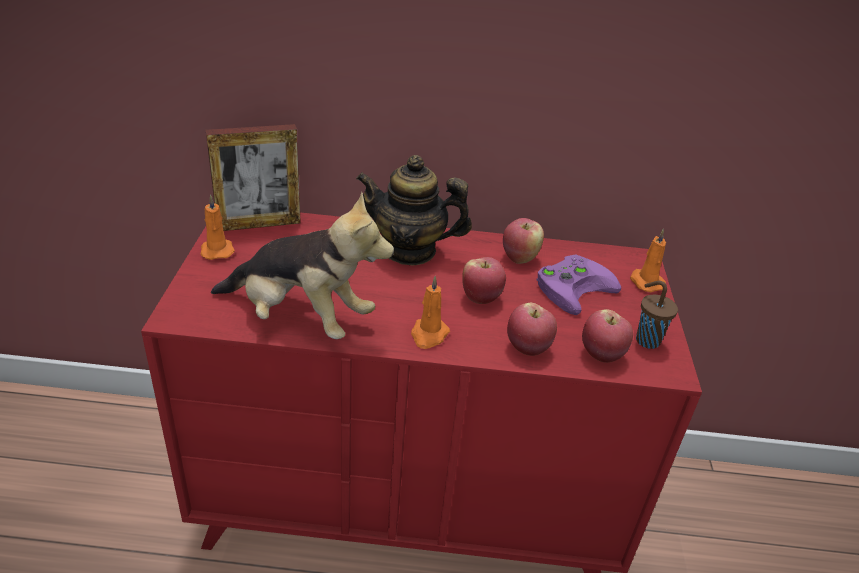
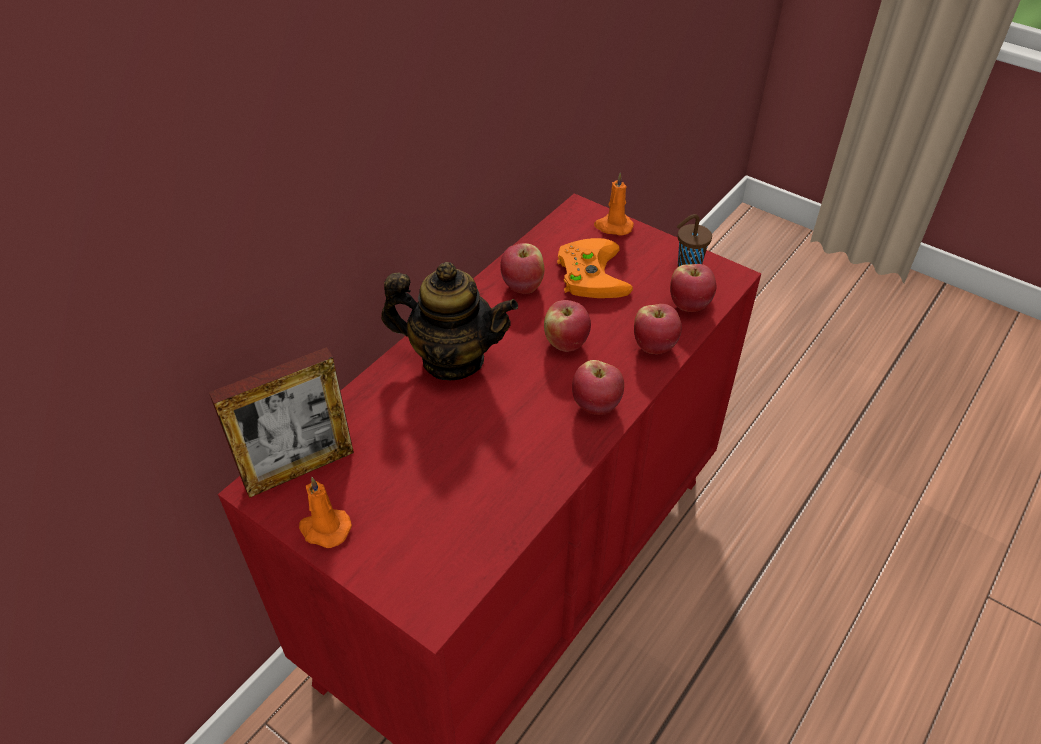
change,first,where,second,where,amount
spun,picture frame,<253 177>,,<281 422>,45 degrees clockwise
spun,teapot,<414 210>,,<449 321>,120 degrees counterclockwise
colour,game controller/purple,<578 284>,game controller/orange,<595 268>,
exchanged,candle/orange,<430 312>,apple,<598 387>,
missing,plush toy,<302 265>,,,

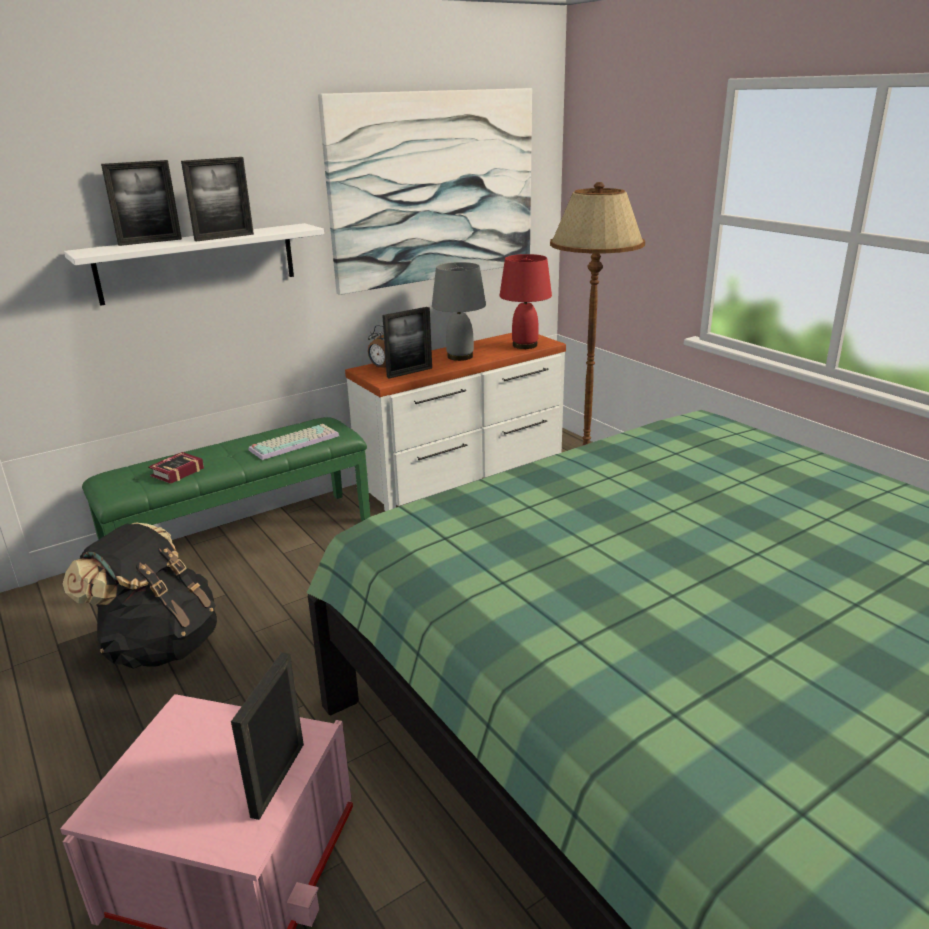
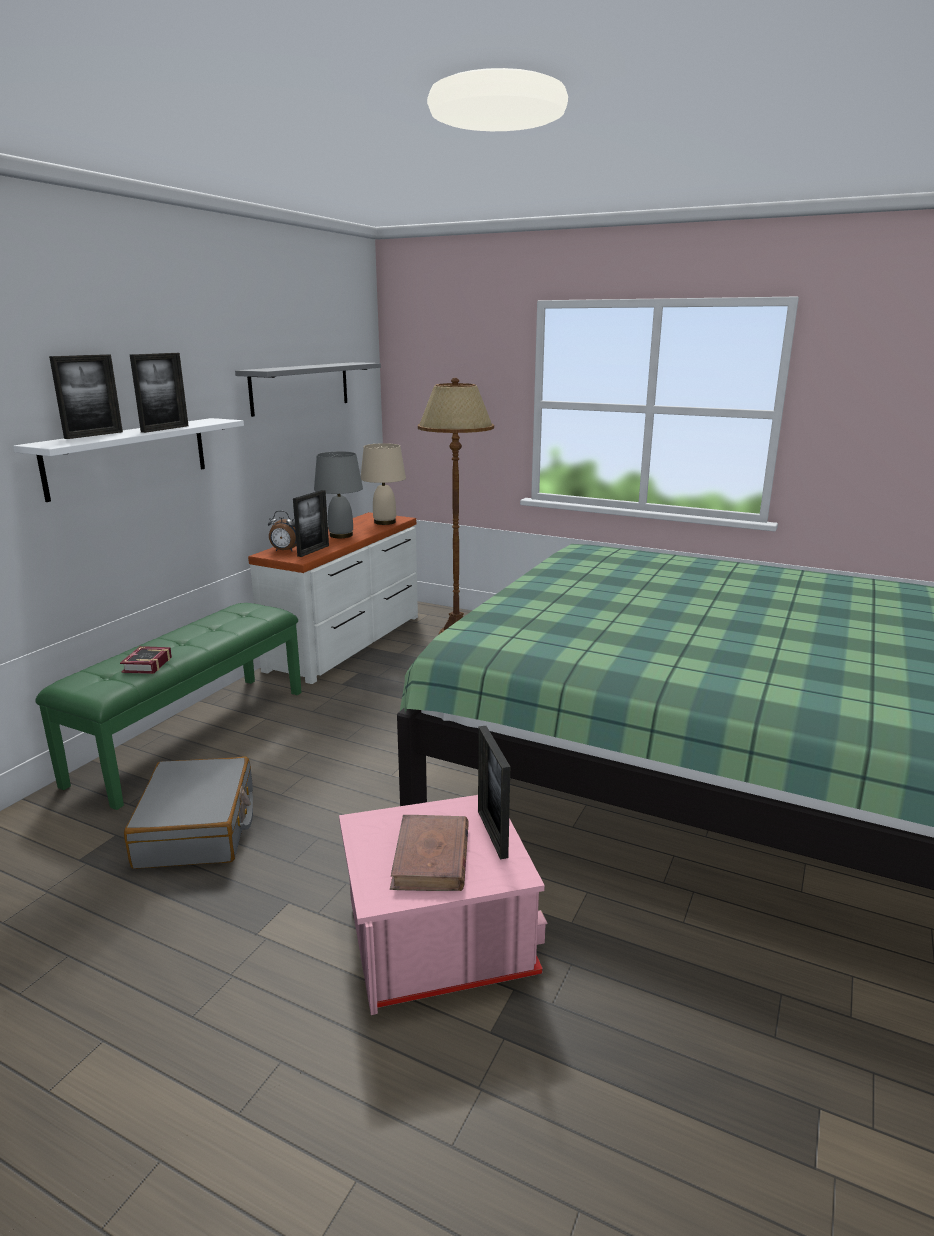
change,first,where,second,where,amount
exchanged,backpack/black,<140 596>,suitcase/grey,<188 812>,
exchanged,picture,<425 191>,shelf/grey,<308 389>,
colour,table lamp/red,<525 301>,table lamp/beige,<383 484>,
appeared,,,book/brown,<429 853>,
missing,keyboard,<294 442>,,,

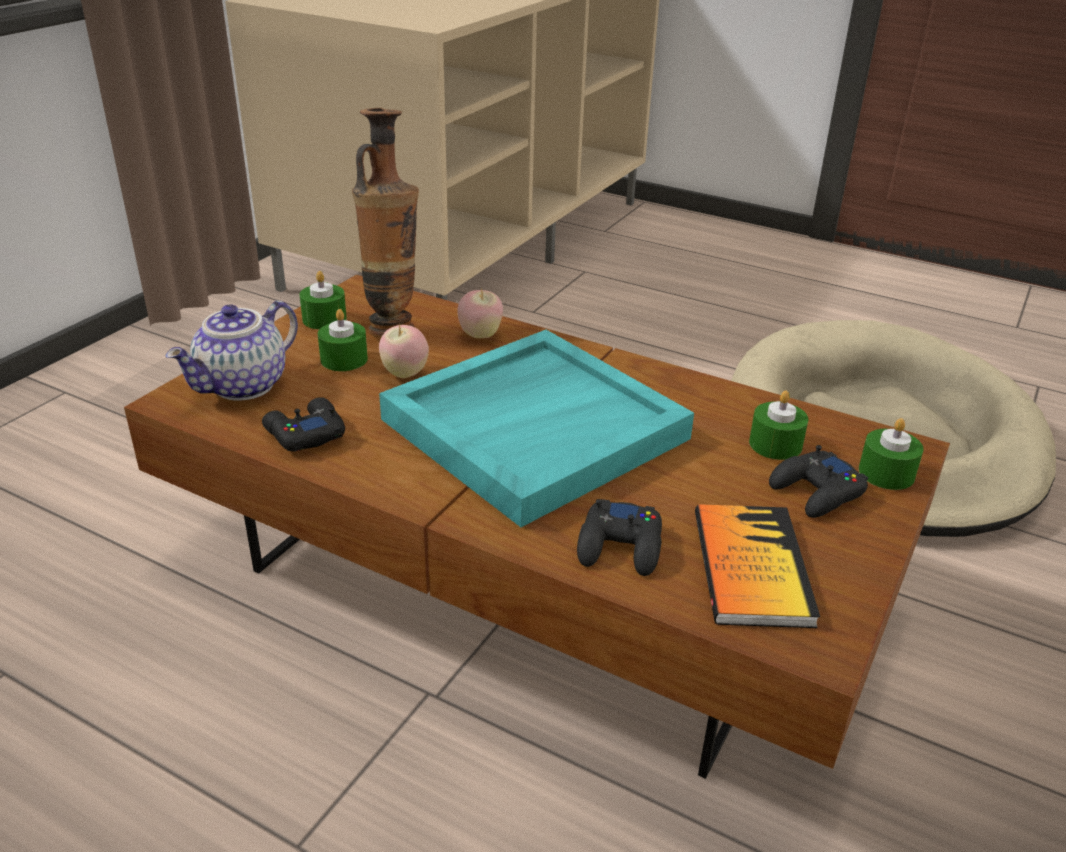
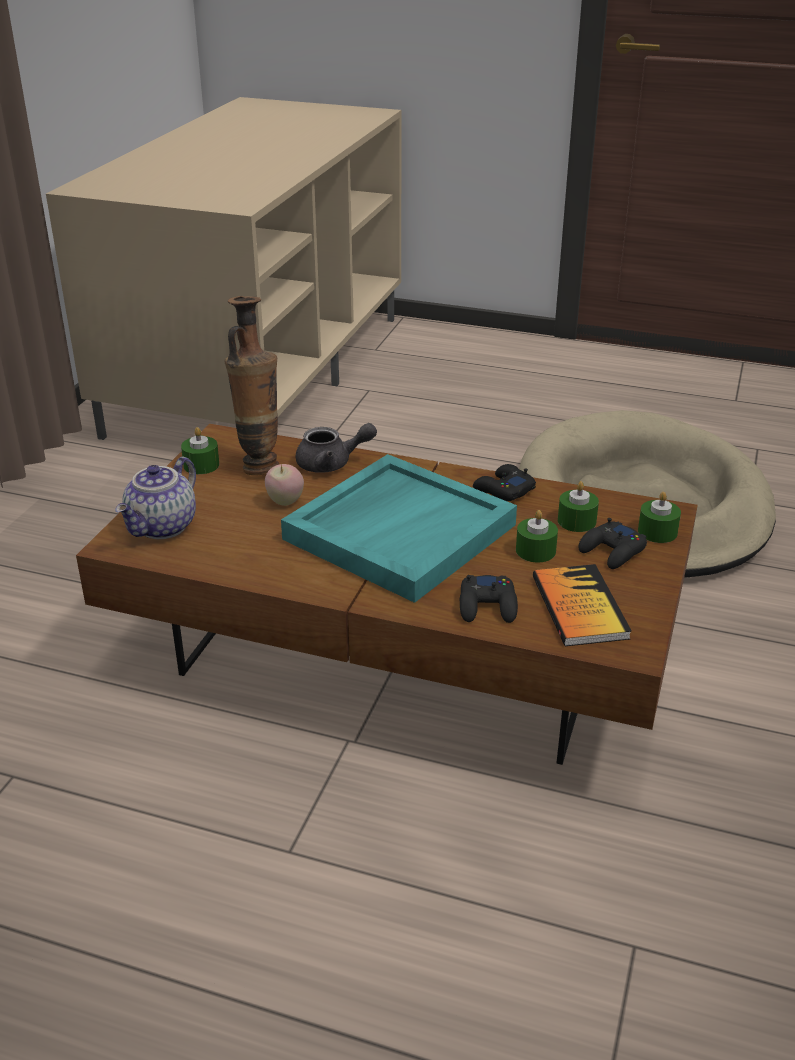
change,first,where,second,where,amount
exchanged,apple,<480 313>,teapot/grey,<336 448>,
relocated,game controller/black,<303 424>,,<504 482>,
relocated,candle/green,<343 340>,,<537 536>,

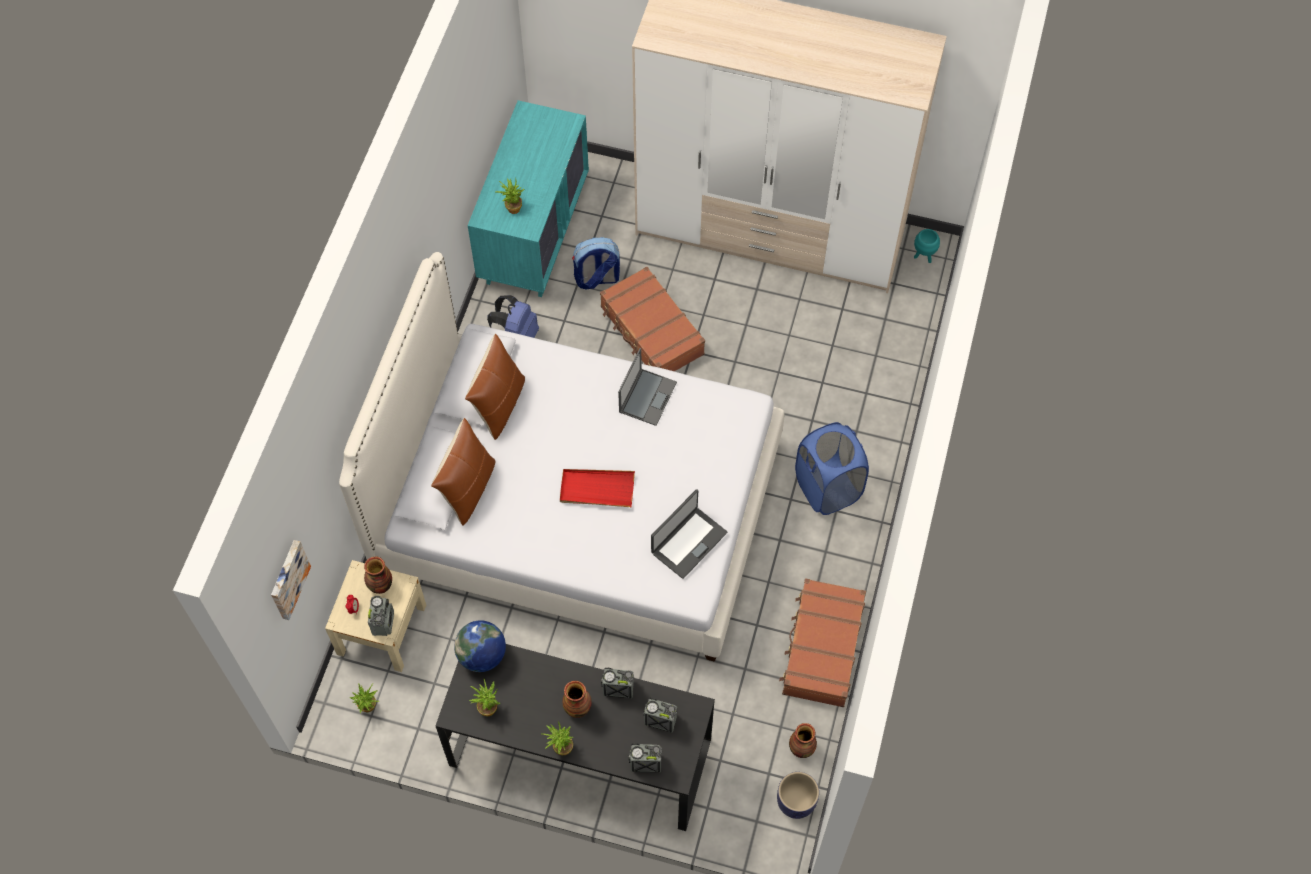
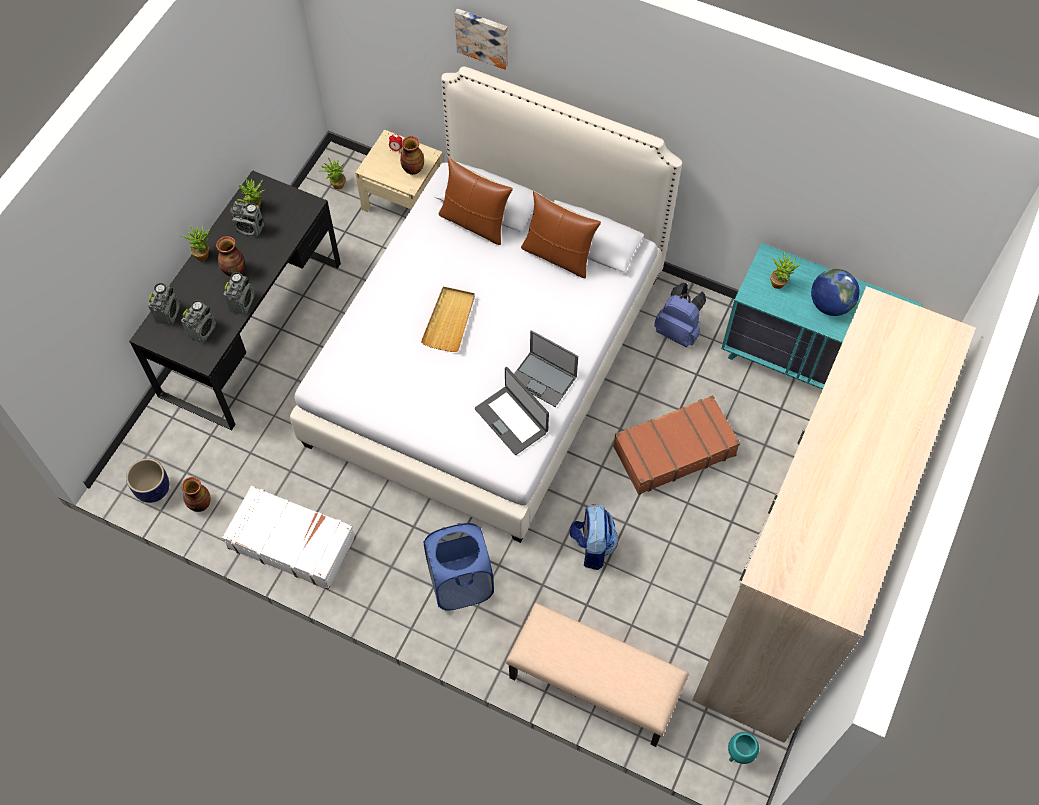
change,first,where,second,where,amount
colour,suitcase/brown,<822 642>,suitcase/white,<288 537>,
relocated,radio,<381 616>,,<247 218>,
colour,tray/red,<597 488>,tray/beige,<448 319>,
relocated,picture,<291 580>,,<481 39>,
relocated,laptop,<689 534>,,<512 411>,
appeared,,,bench/beige,<597 675>,
relocated,backpack,<596 263>,,<594 537>,
relocated,globe,<480 646>,,<835 292>,

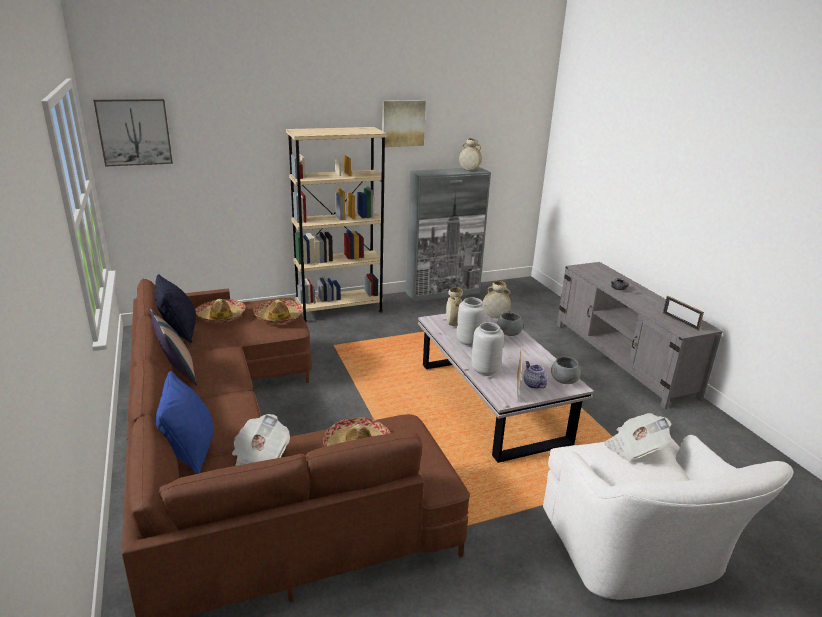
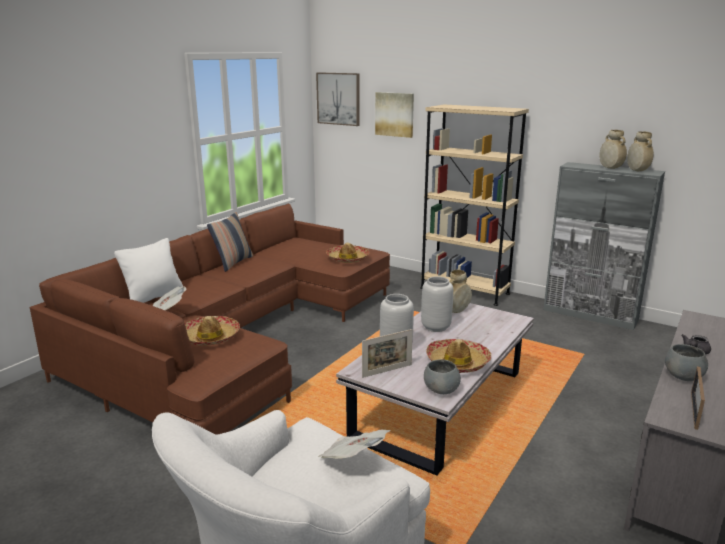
change,first,where,second,where,amount
colour,pillow/blue,<184 422>,pillow/white,<148 270>,
relocated,picture,<404 123>,,<394 115>,
relocated,hat,<220 311>,,<458 356>,
relocated,vase/beige,<497 299>,,<613 149>,
relocated,bowl/grey,<510 324>,,<686 362>,
missing,pillow/black,<175 308>,,,
missing,teapot,<535 375>,,,

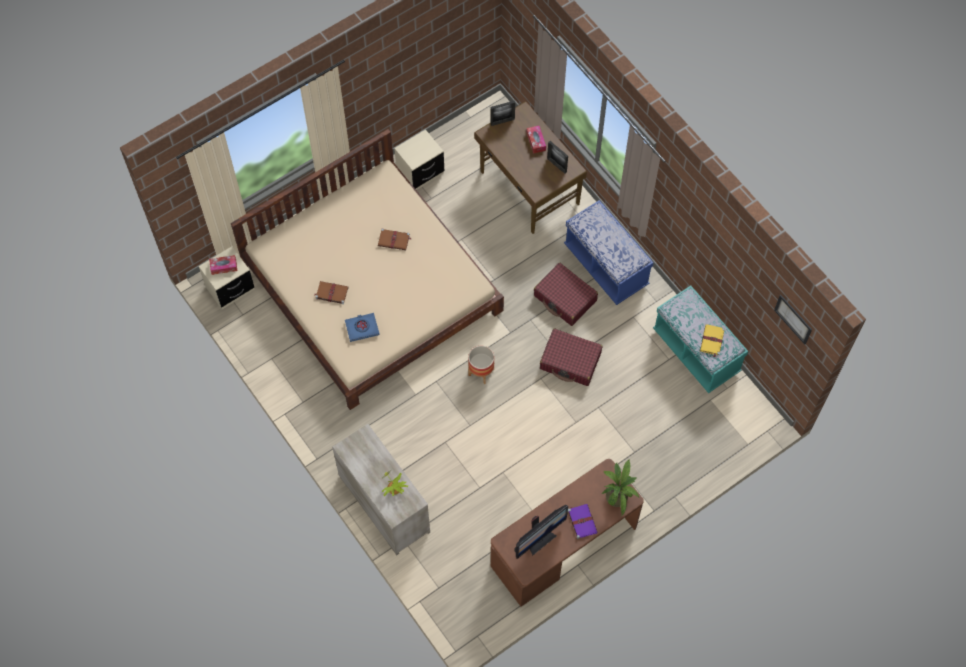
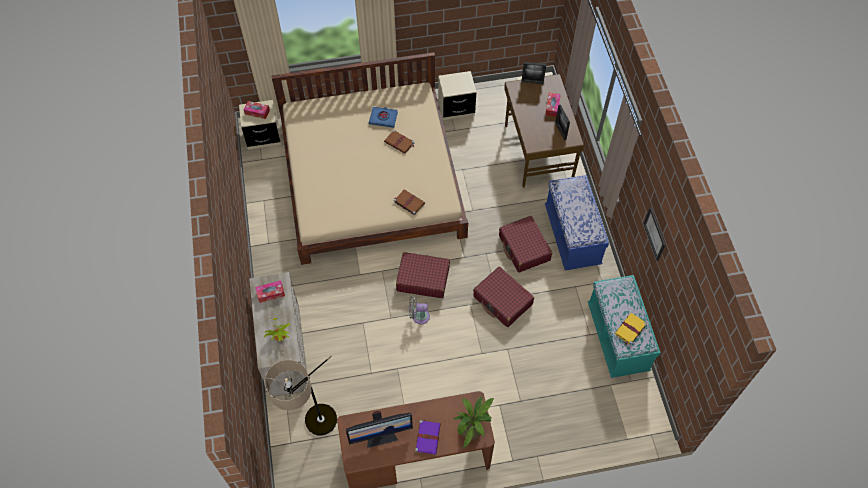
change,first,where,second,where,amount
appeared,,,tissue box,<270 292>,
appeared,,,floor lamp,<300 395>,
relocated,book/blue,<362 327>,,<383 117>,
relocated,book/brown,<332 292>,,<409 202>,
exchanged,planter,<481 365>,suitcase/red,<423 275>,
appeared,,,fan/grey,<419 309>,
relocated,picture,<793 320>,,<654 234>,

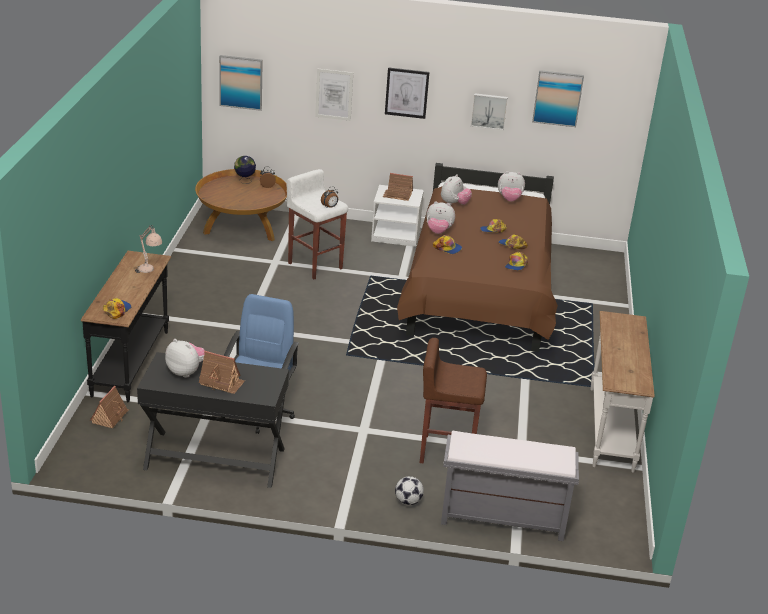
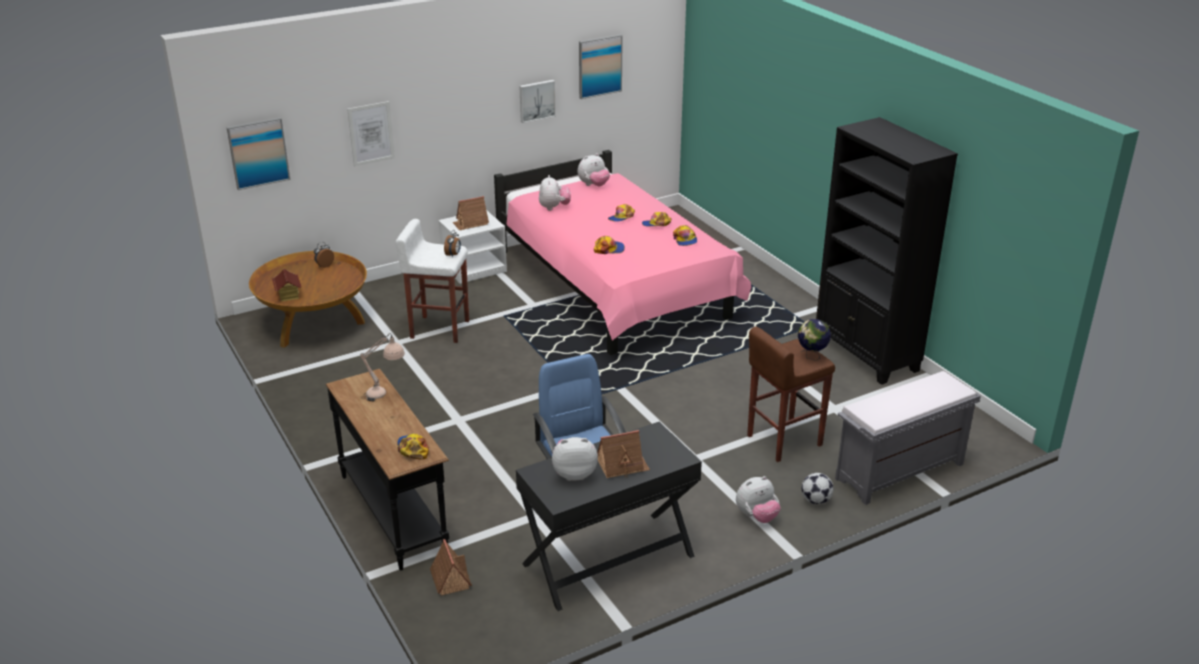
change,first,where,second,where,amount
appeared,,,toy house,<287 285>,
colour,bed/brown,<477 257>,bed/pink,<622 252>,
relocated,plush toy,<441 217>,,<758 499>,
relocated,globe,<245 170>,,<814 340>,
exchanged,console table/white,<622 392>,bookcase/black,<887 251>,
missing,picture,<407 93>,,,

